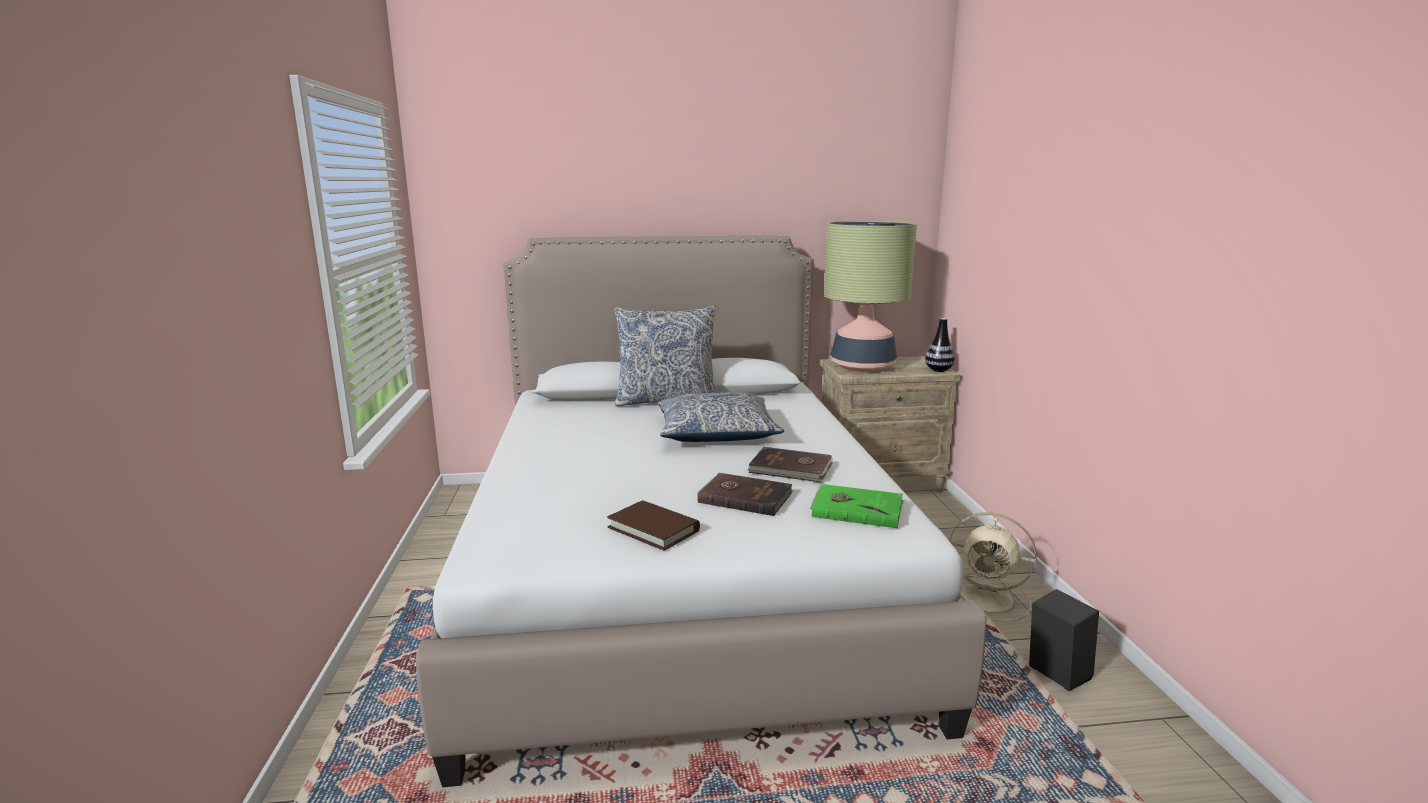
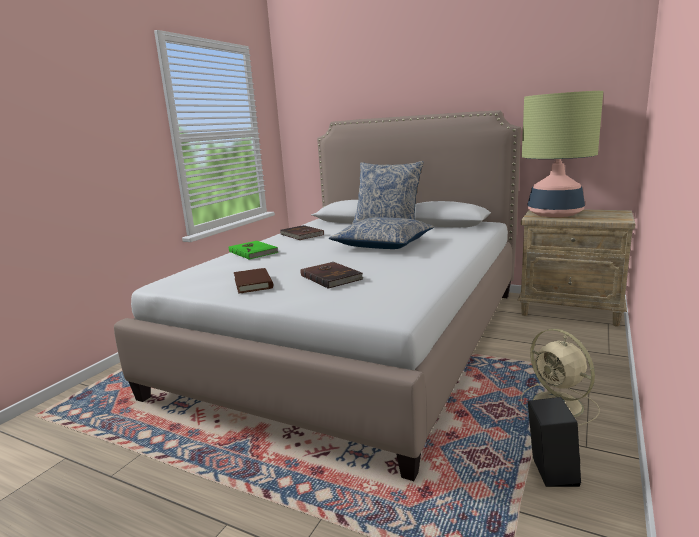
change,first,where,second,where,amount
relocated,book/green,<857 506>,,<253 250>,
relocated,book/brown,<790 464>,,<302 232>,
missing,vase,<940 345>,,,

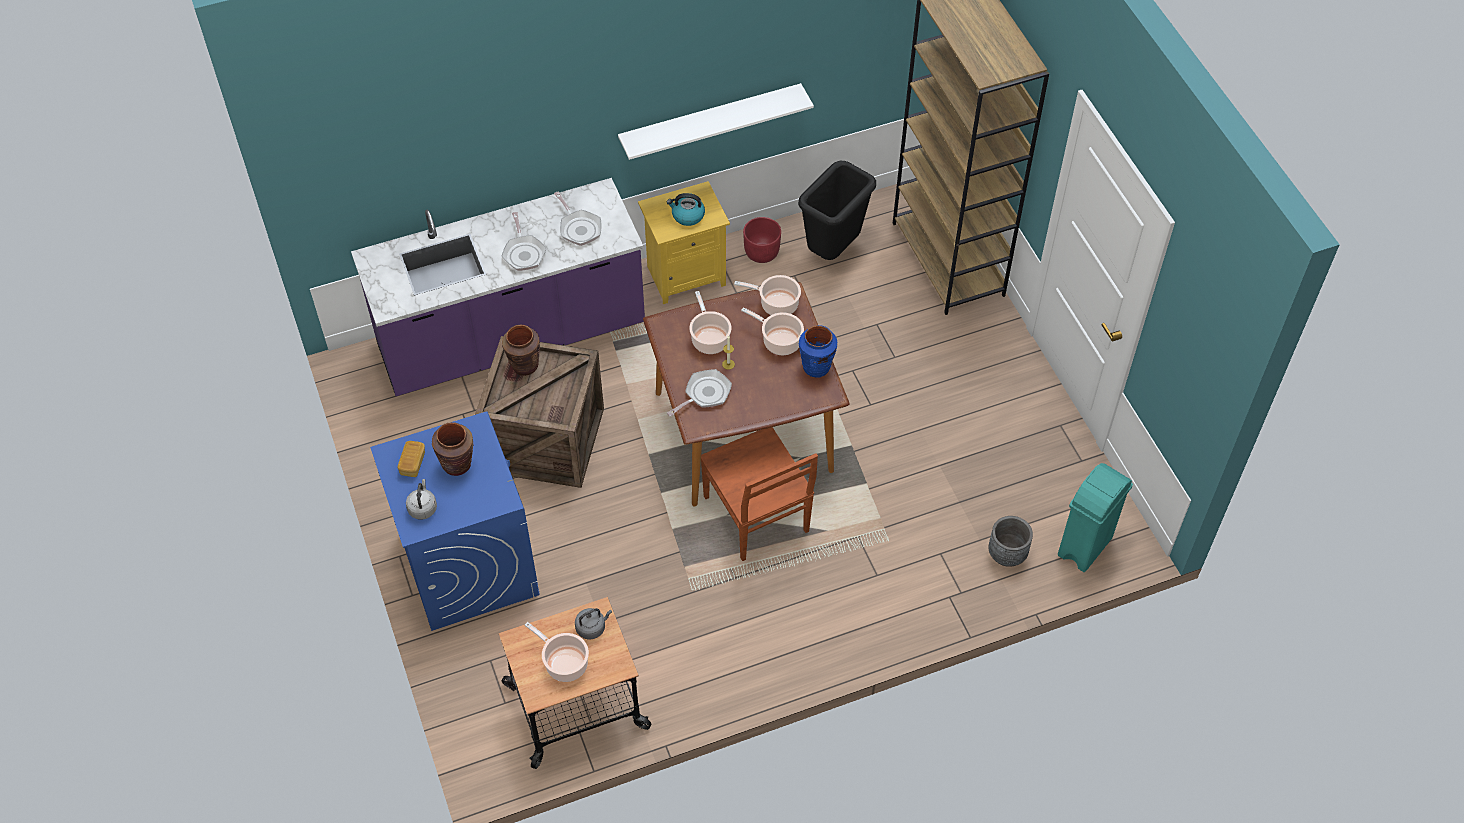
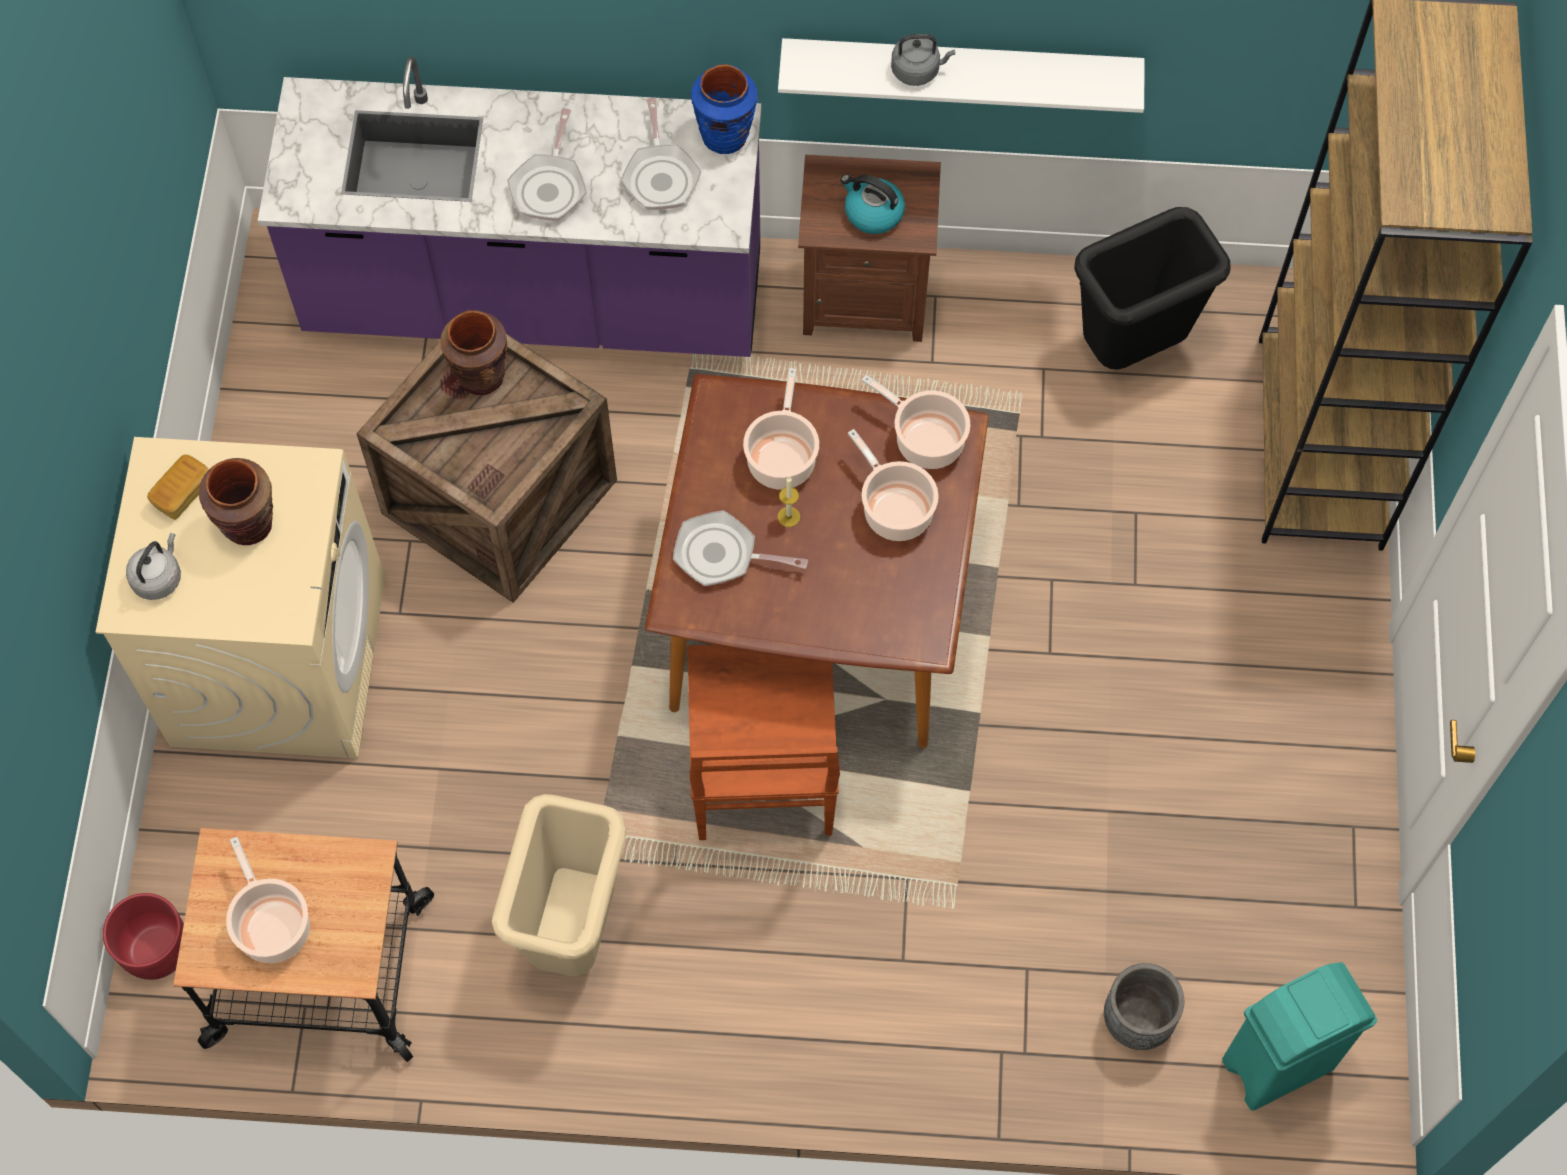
change,first,where,second,where,amount
colour,washing machine/blue,<454 521>,washing machine/beige,<240 597>,
relocated,planter/red,<762 240>,,<143 936>,
appeared,,,trash can/beige,<559 885>,
spun,frying pan,<699 393>,,<740 548>,150 degrees counterclockwise
relocated,vase/blue,<818 351>,,<724 109>,
colour,nightstand/yellow,<684 242>,nightstand/brown,<869 248>,
relocated,kettle/grey,<593 624>,,<923 60>,

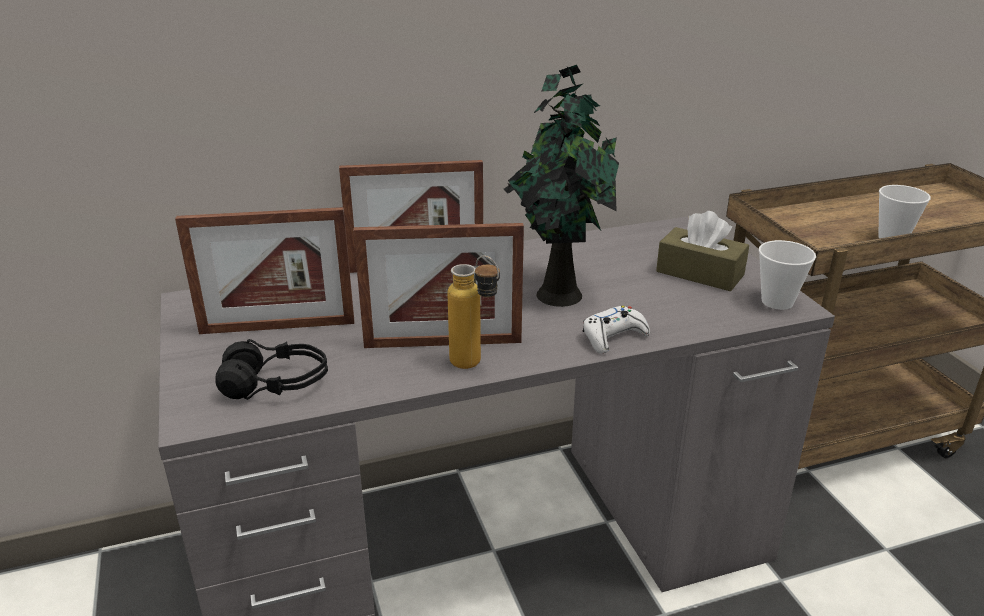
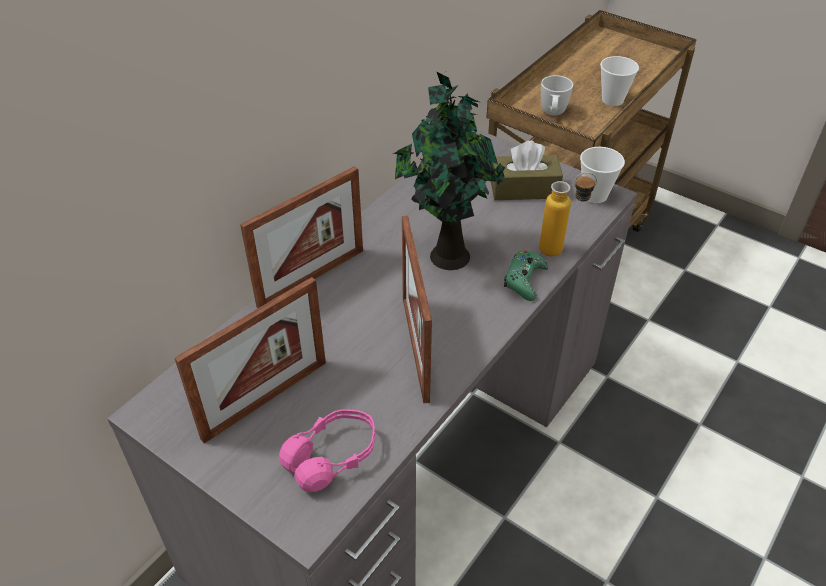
change,first,where,second,where,amount
colour,headphones/black,<271 369>,headphones/pink,<327 451>,
spun,picture frame,<438 285>,,<417 309>,120 degrees clockwise
colour,game controller/white,<616 329>,game controller/green,<526 275>,
relocated,bottle,<473 312>,,<568 214>,
appeared,,,mug/white,<557 95>,

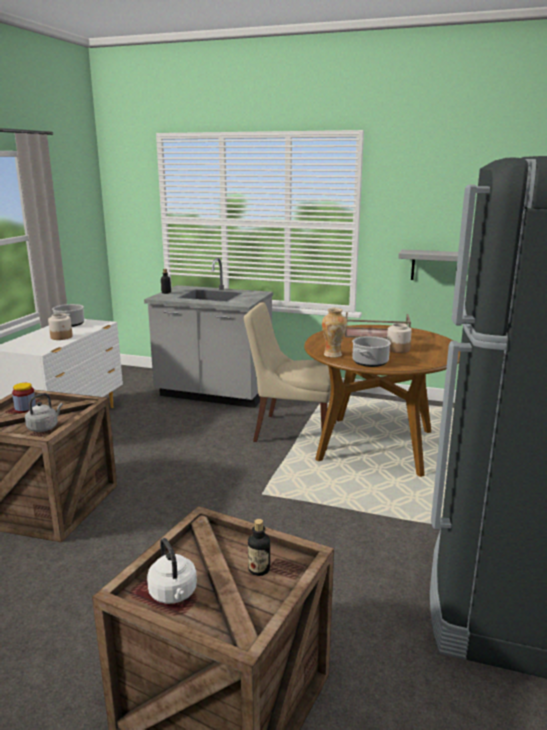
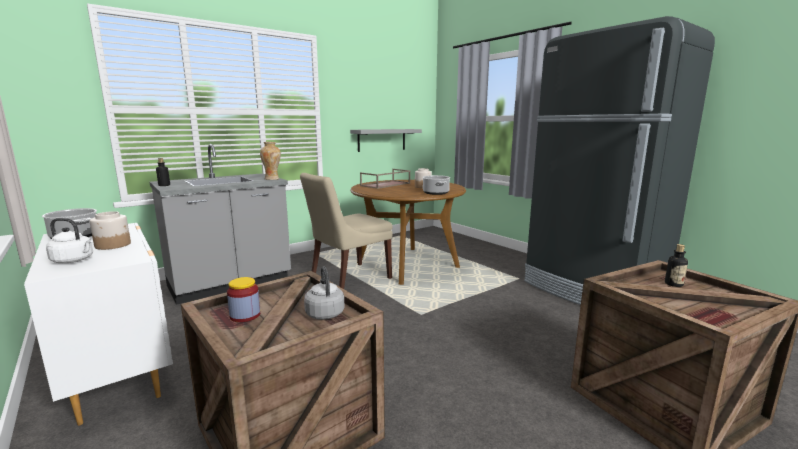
change,first,where,second,where,amount
relocated,kettle/white,<172 571>,,<69 240>,
relocated,vase,<334 333>,,<270 161>,

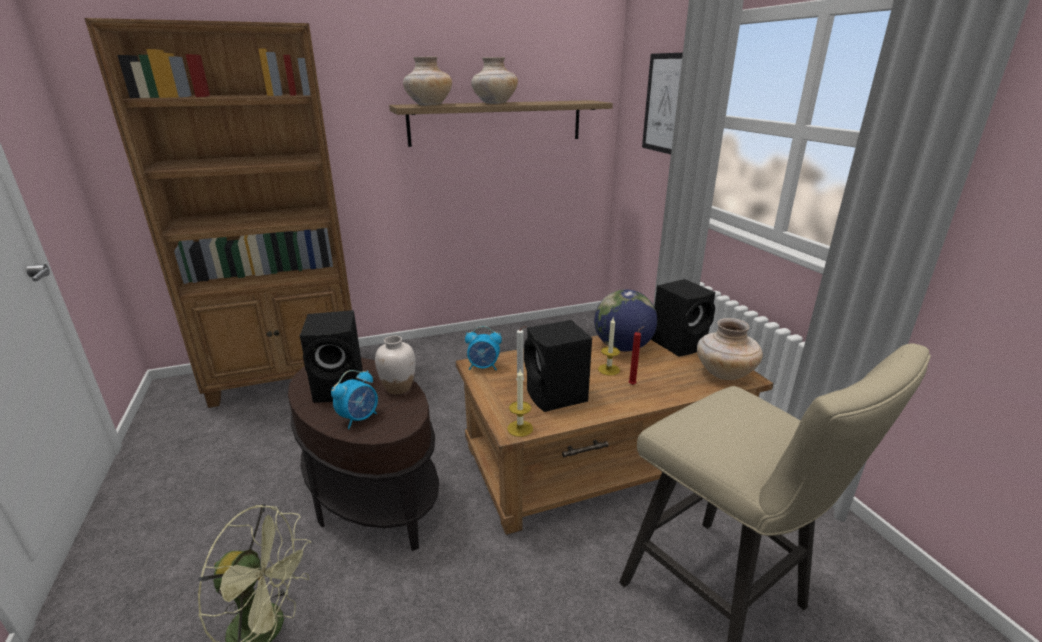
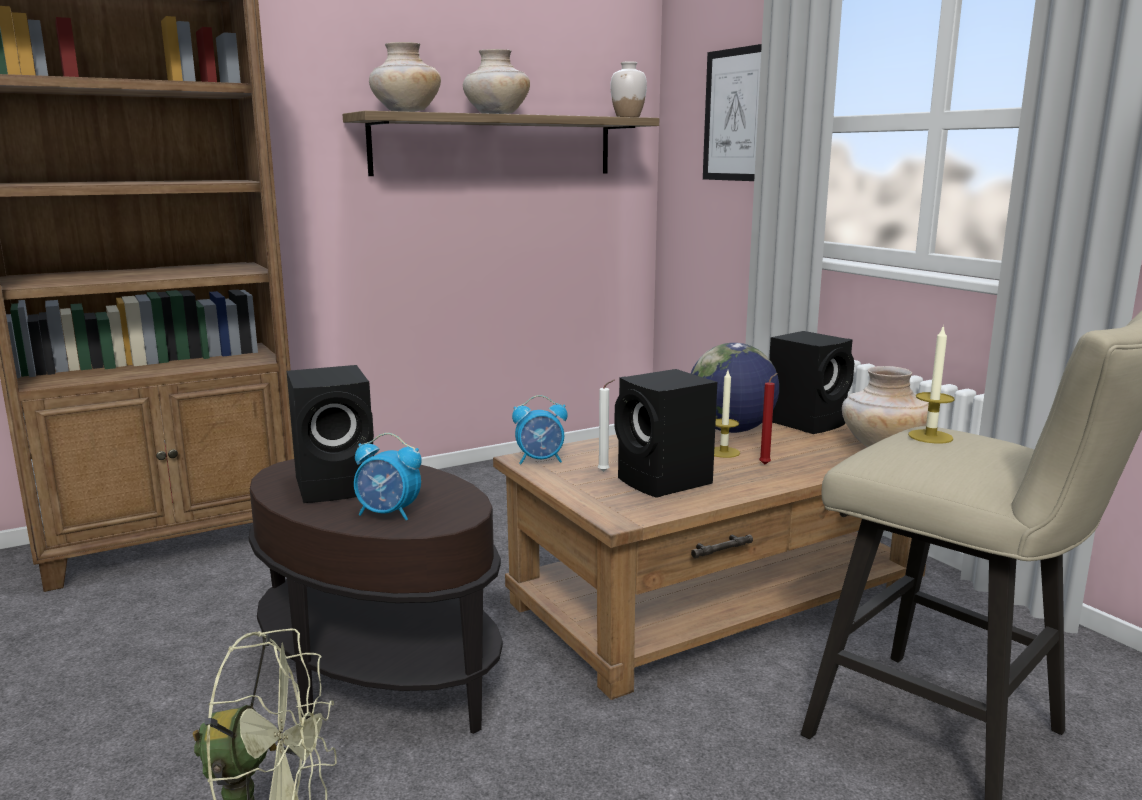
change,first,where,second,where,amount
spun,alarm clock,<354 399>,,<388 476>,75 degrees clockwise
relocated,vase/white,<395 365>,,<628 89>,
relocated,candle,<520 403>,,<931 384>,

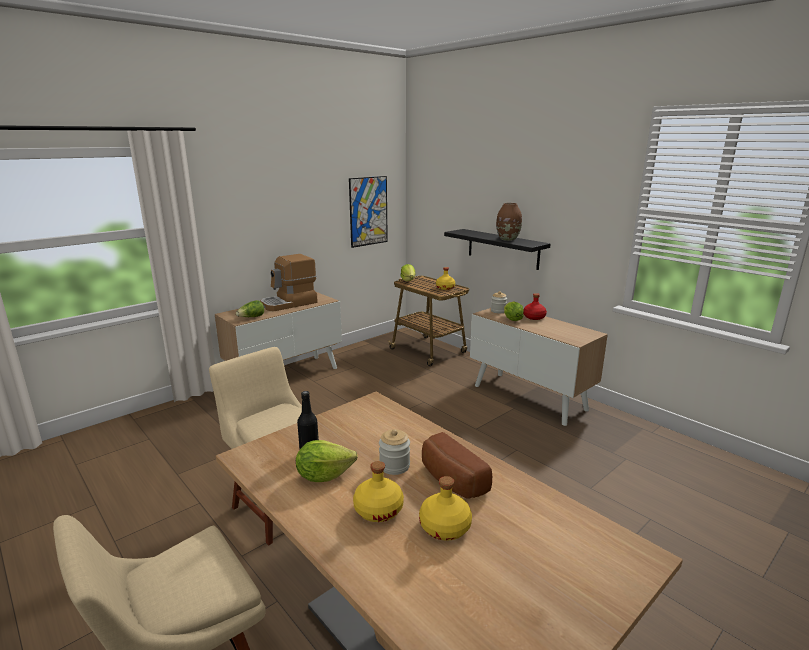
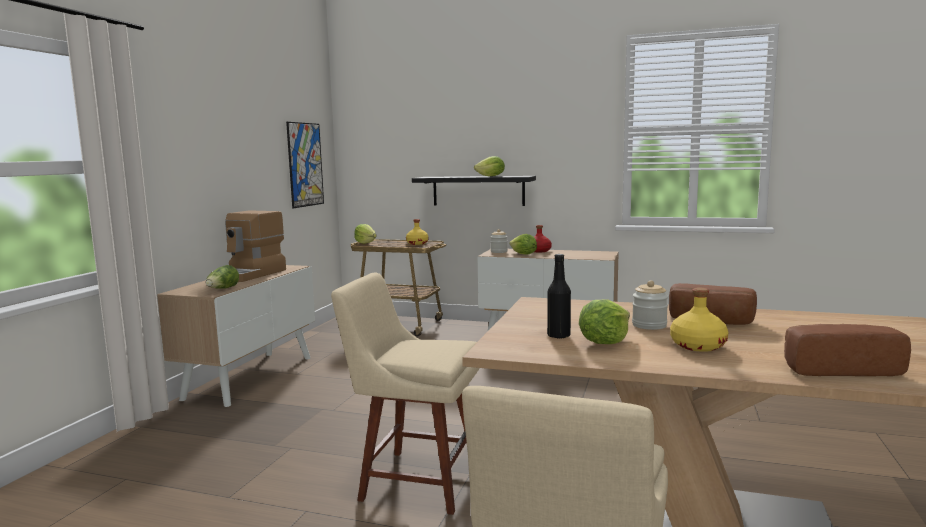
change,first,where,second,where,amount
exchanged,vase/brown,<509 222>,lettuce,<489 166>,
appeared,,,bread,<847 350>,
missing,bottle/yellow,<445 508>,,,

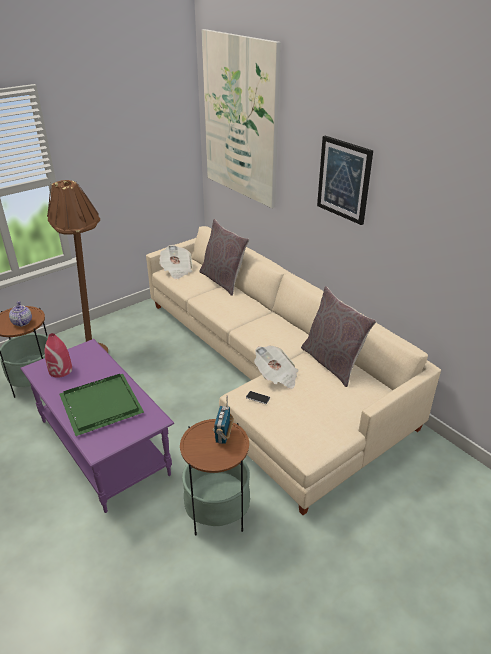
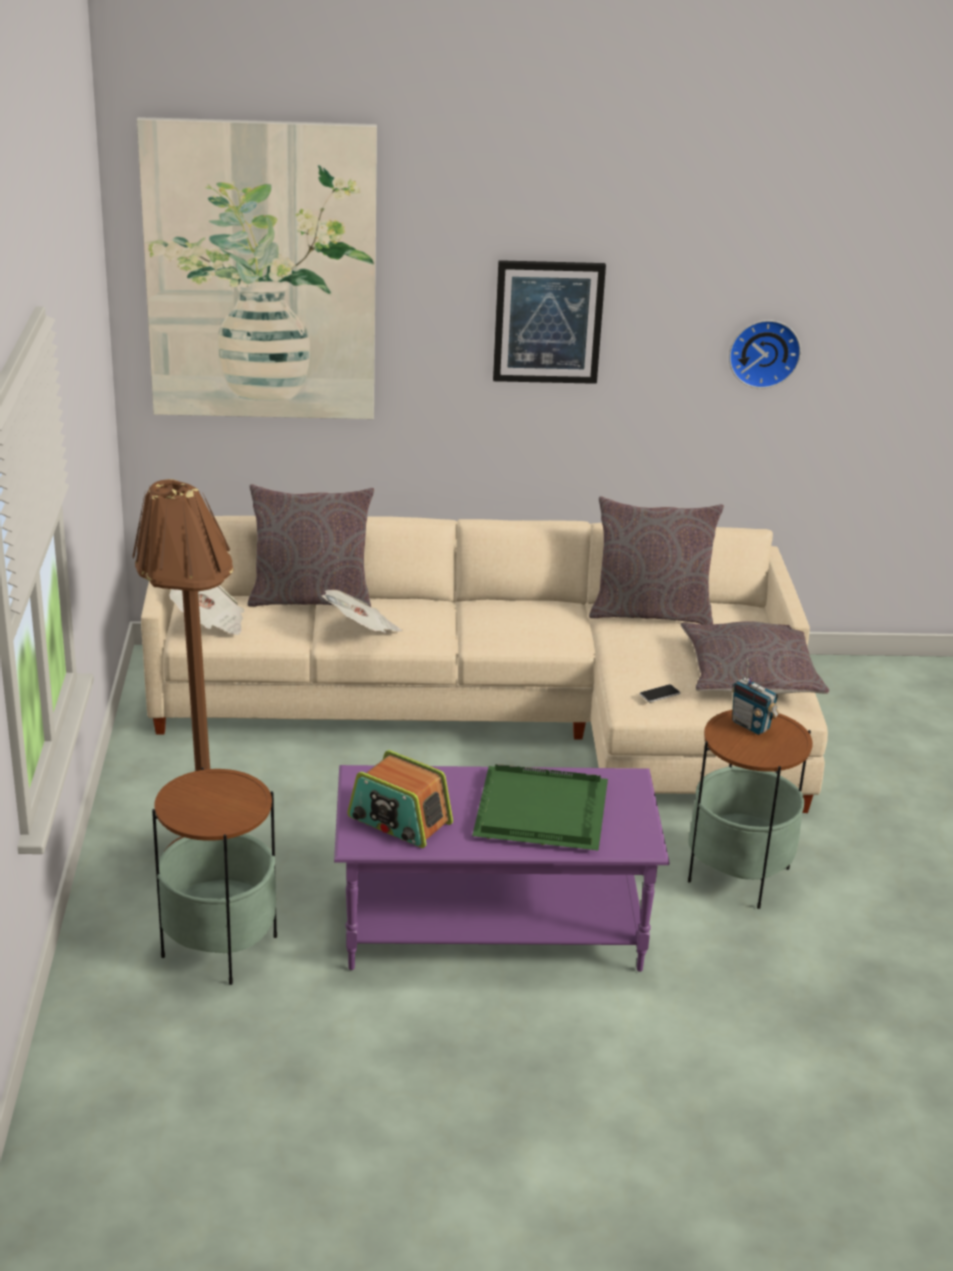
change,first,where,second,where,amount
relocated,newspaper,<276 367>,,<362 611>,
exchanged,vase/red,<58 355>,radio,<400 799>,
appeared,,,pillow/grey,<755 657>,
appeared,,,wall clock,<765 354>,
missing,teapot,<20 314>,,,

